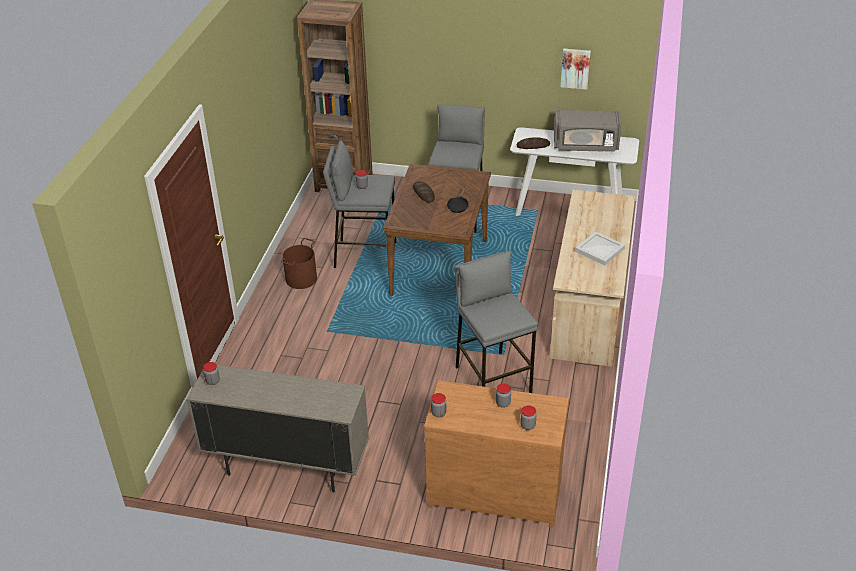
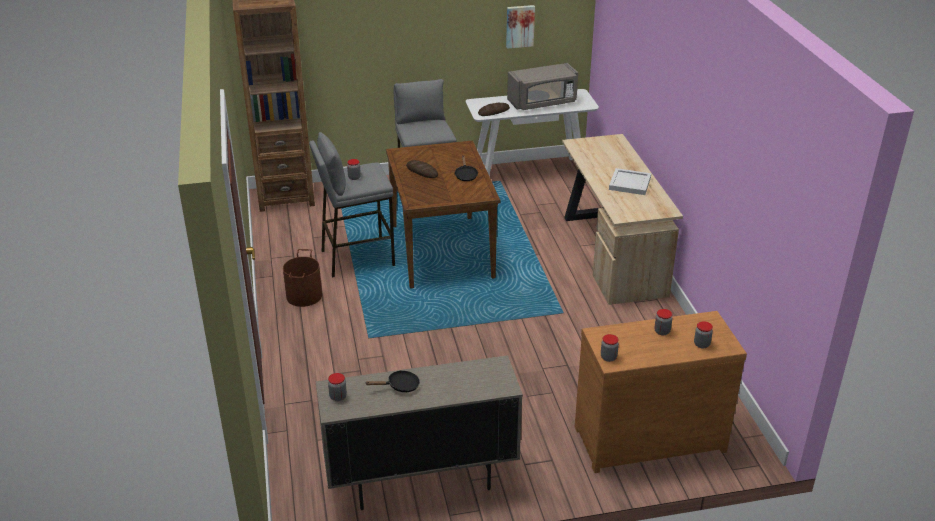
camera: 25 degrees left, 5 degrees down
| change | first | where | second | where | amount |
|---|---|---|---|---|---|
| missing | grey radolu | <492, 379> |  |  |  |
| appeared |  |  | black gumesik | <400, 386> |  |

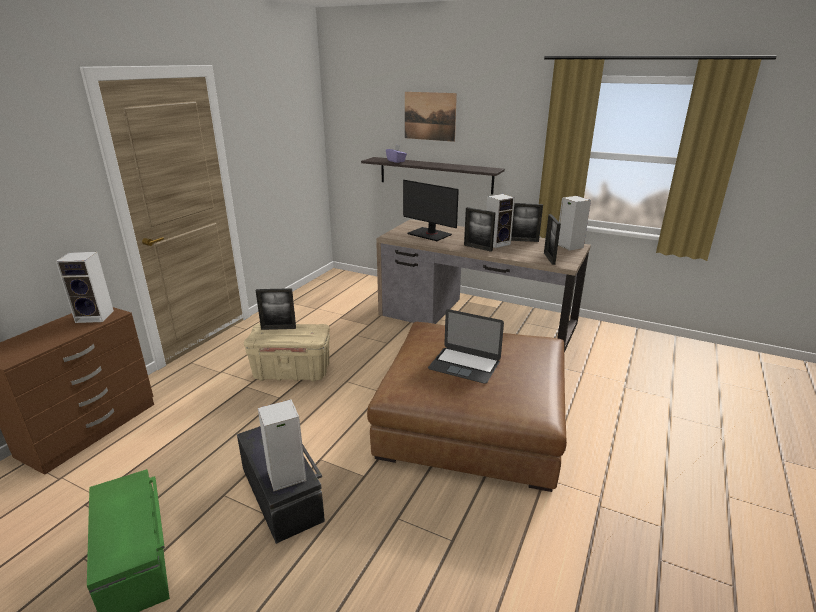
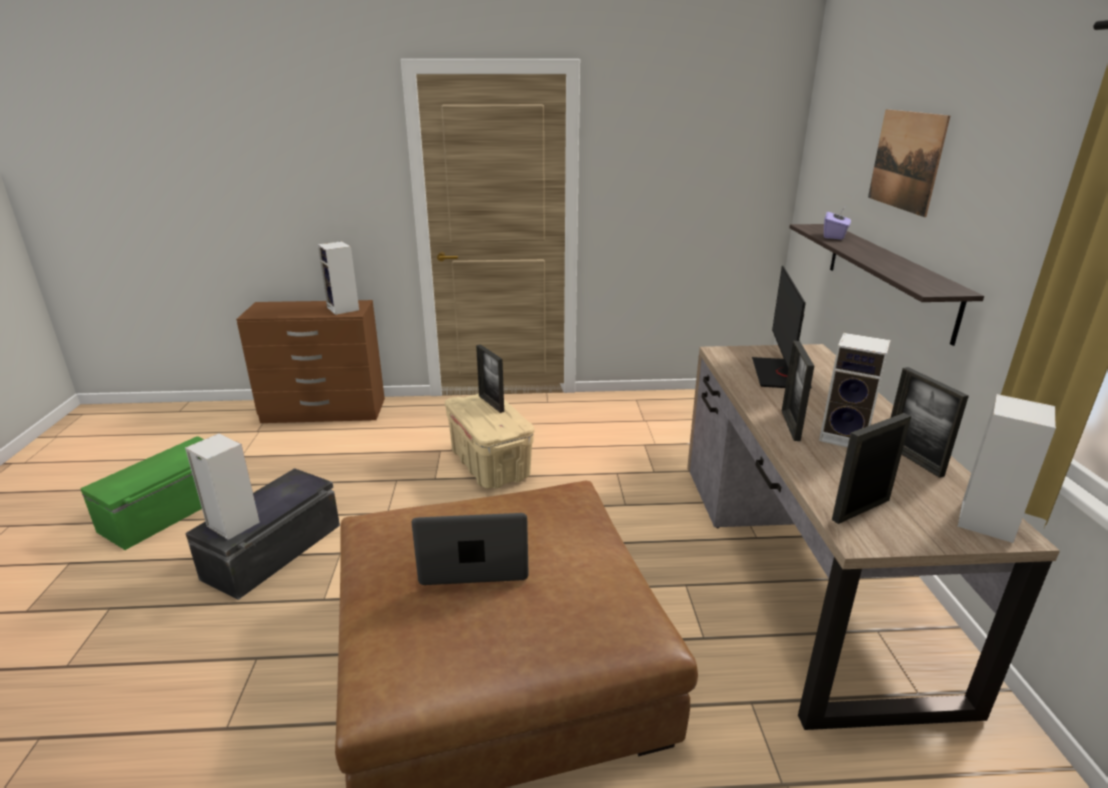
camera: 60 degrees right, 0 degrees up
| change | first | where | second | where | amount |
|---|---|---|---|---|---|
| spun | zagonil | <464, 365> |  | <475, 559> | 90 degrees clockwise |

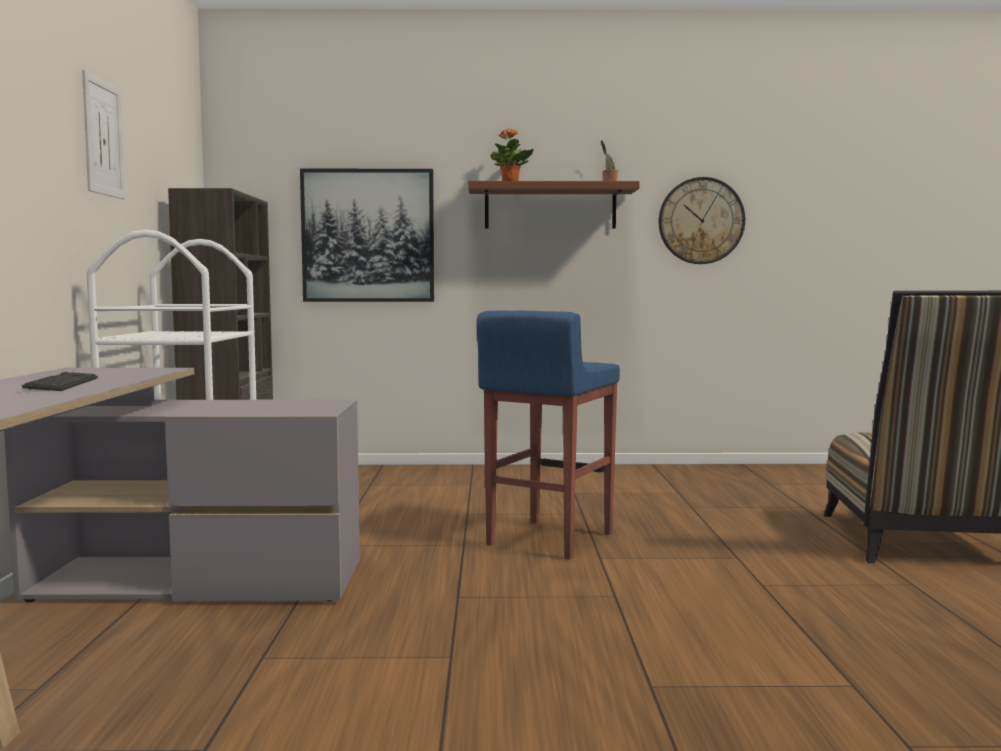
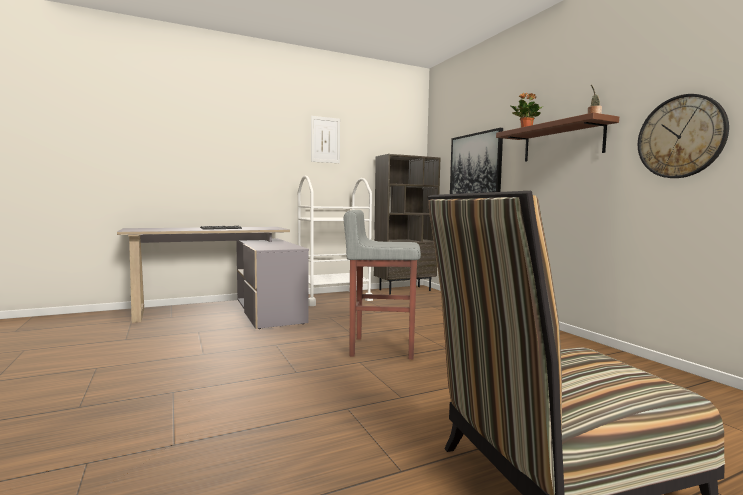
camera: 65 degrees right, 0 degrees up
| change | first | where | second | where | amount |
|---|---|---|---|---|---|
| colour | blue radolu | <548, 539> | grey radolu | <381, 347> |  |

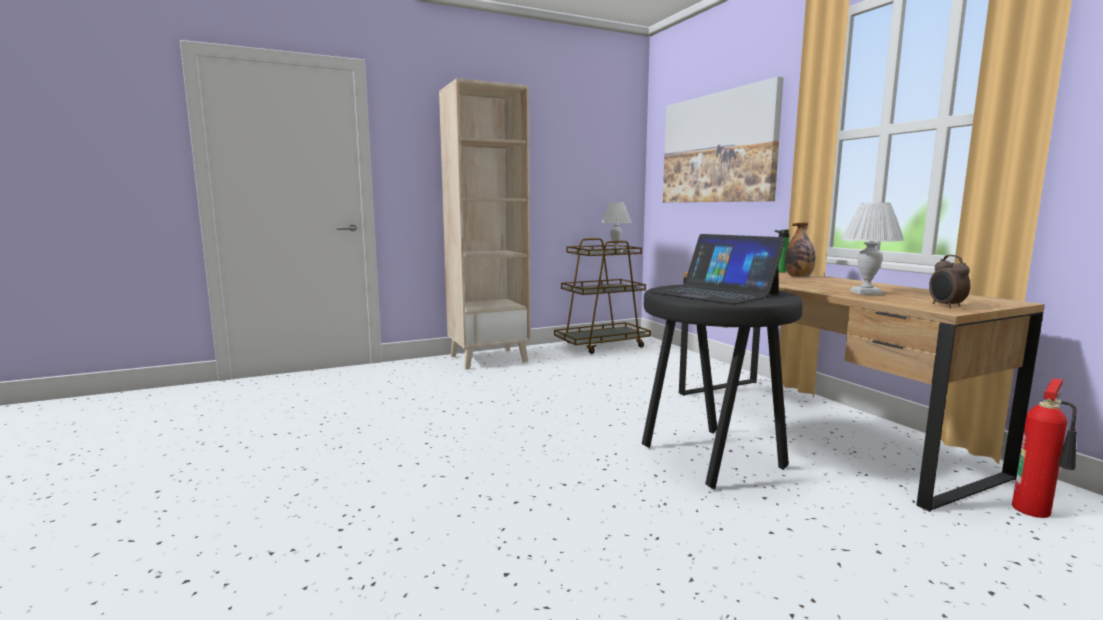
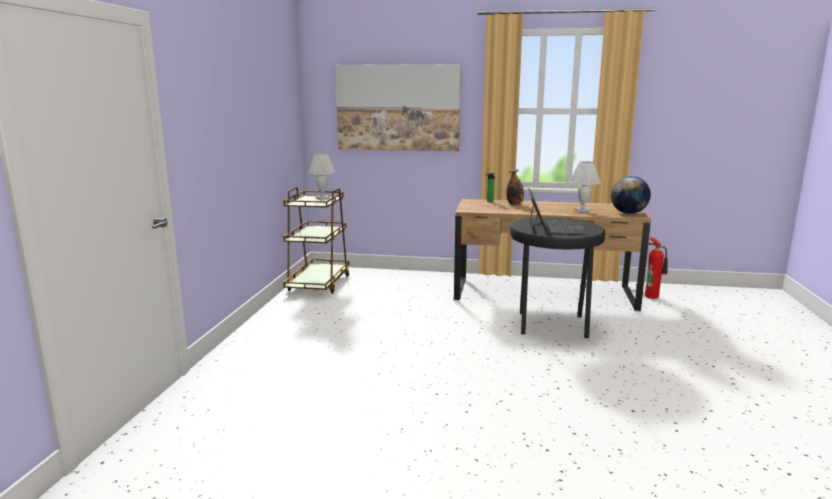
camera: 55 degrees left, 5 degrees up
| change | first | where | second | where | amount |
|---|---|---|---|---|---|
| missing | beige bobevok | <489, 358> |  |  |  |
| spun | zagonil | <714, 293> |  | <555, 227> | 75 degrees counterclockwise |
| exchanged | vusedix | <945, 306> | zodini | <628, 213> |  |

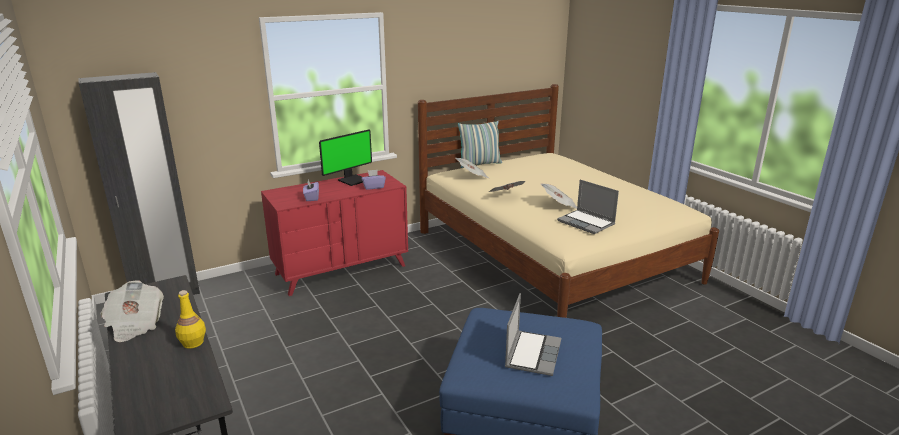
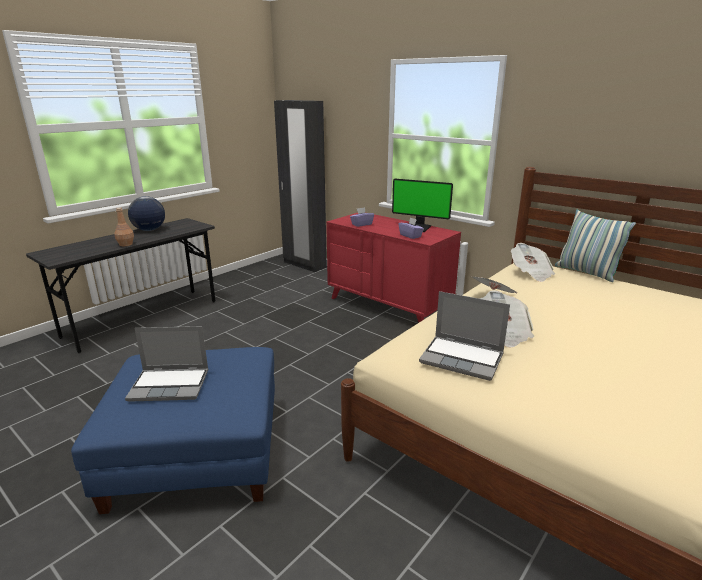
camera: 70 degrees right, 0 degrees up
| change | first | where | second | where | amount |
|---|---|---|---|---|---|
| exchanged | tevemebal | <135, 324> | zodini | <149, 230> |  |
| colour | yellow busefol | <193, 343> | brown busefol | <125, 244> |  |
| spun | zagonil | <587, 223> |  | <463, 359> | 90 degrees counterclockwise |

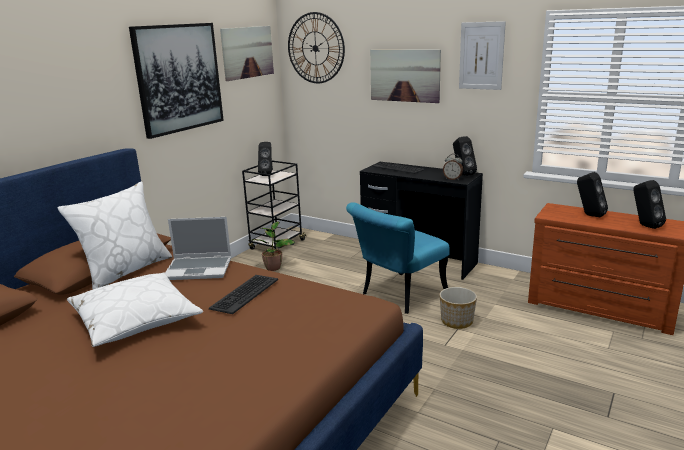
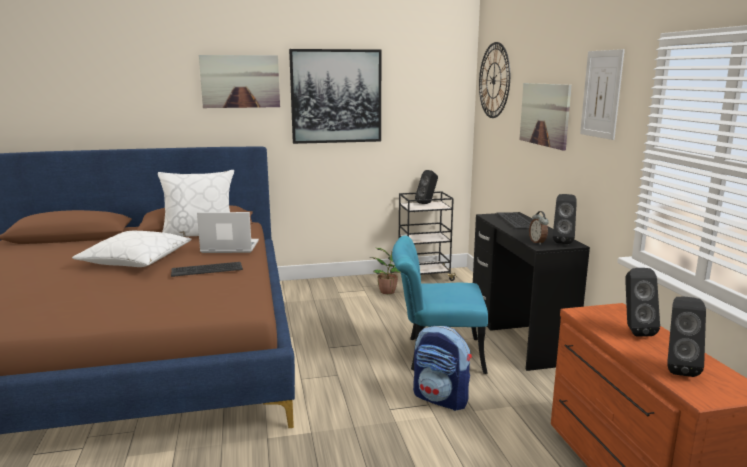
camera: 45 degrees right, 5 degrees down
| change | first | where | second | where | amount |
|---|---|---|---|---|---|
| spun | zagonil | <199, 269> |  | <229, 247> | 135 degrees clockwise |
| relocated | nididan | <247, 52> |  | <240, 81> |  |
| exchanged | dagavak | <457, 321> | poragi | <441, 398> |  |

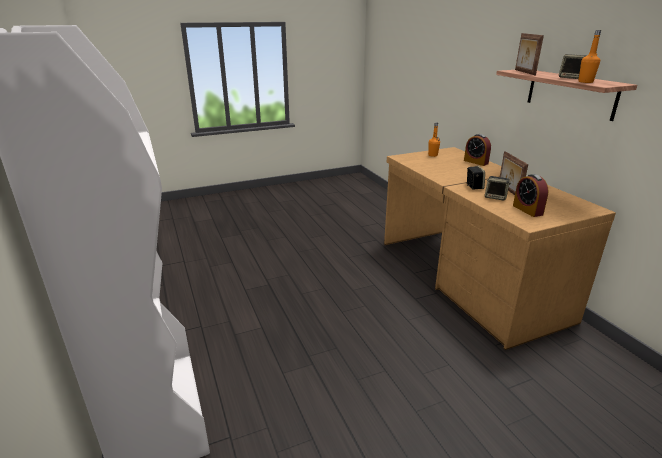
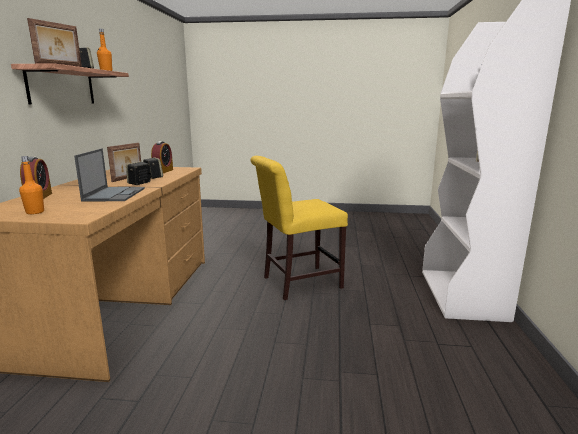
camera: 150 degrees left, 10 degrees down
| change | first | where | second | where | amount |
|---|---|---|---|---|---|
| appeared |  |  | zagonil | <114, 194> |  |
| appeared |  |  | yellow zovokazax | <297, 283> |  |

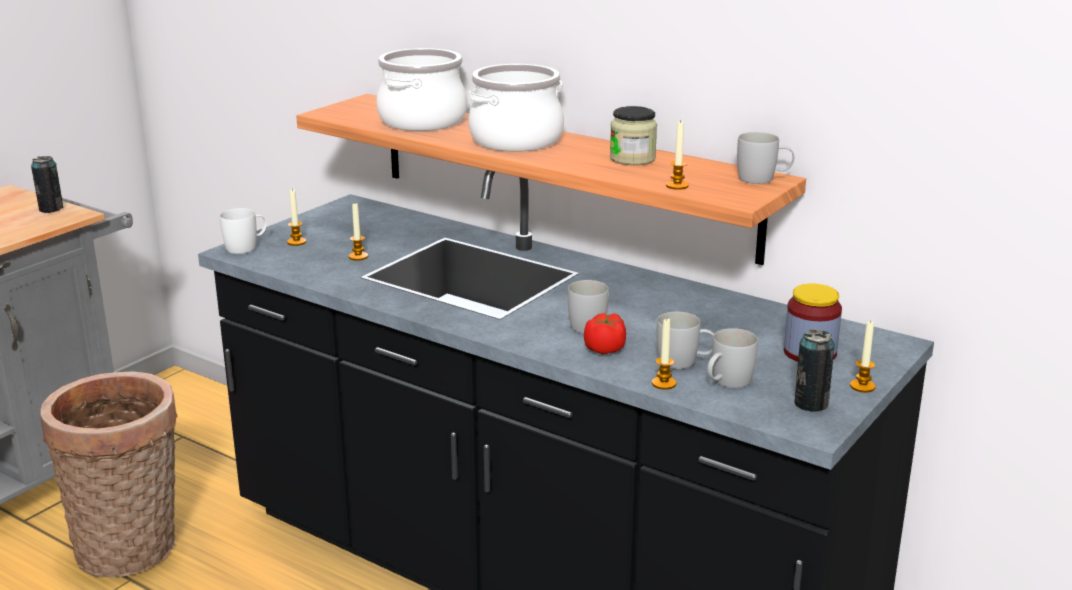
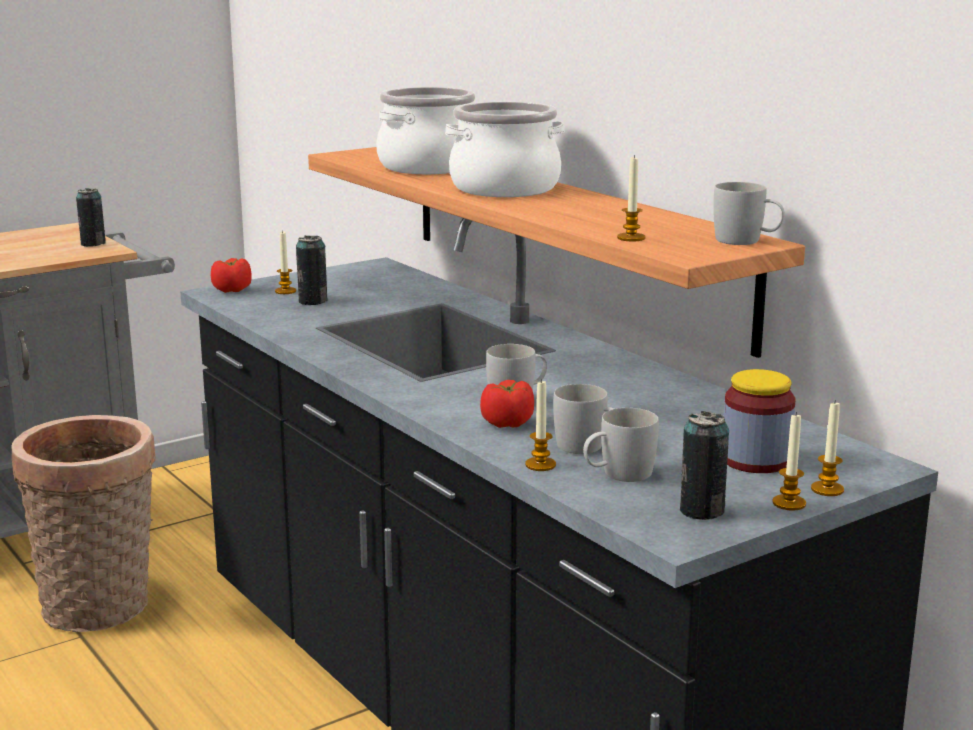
camera: 20 degrees right, 5 degrees down
| change | first | where | second | where | amount |
|---|---|---|---|---|---|
| exchanged | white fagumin | <247, 247> | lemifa | <232, 290> |  |
| relocated | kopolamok | <358, 256> |  | <827, 489> |  |
| missing | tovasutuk | <632, 159> |  |  |  |
| appeared |  |  | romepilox | <313, 301> |  |

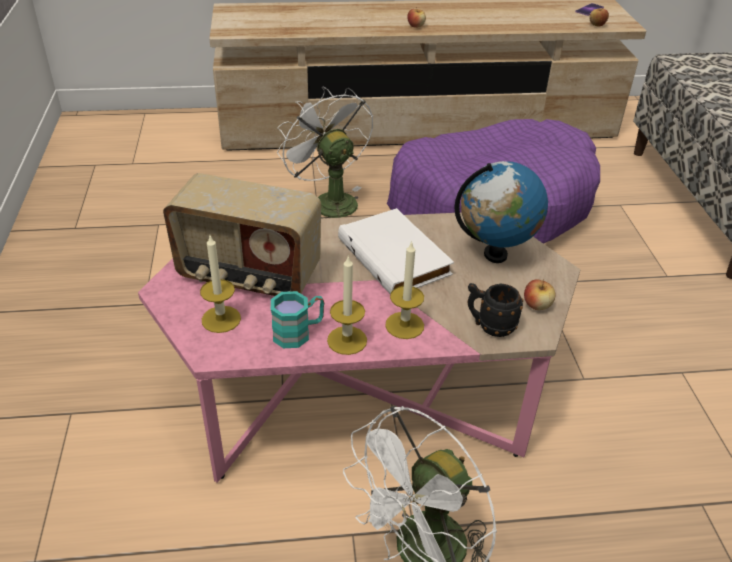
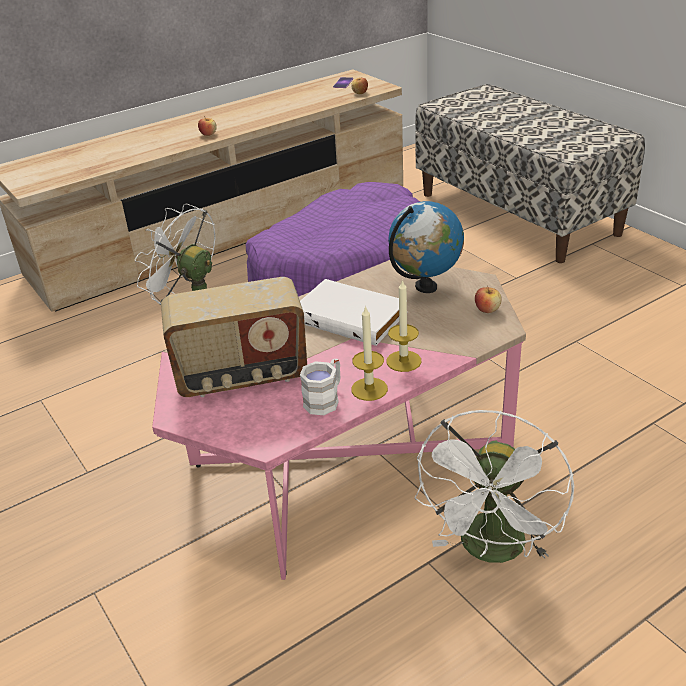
camera: 25 degrees left, 5 degrees down
| change | first | where | second | where | amount |
|---|---|---|---|---|---|
| missing | kopolamok | <221, 319> |  |  |  |
| colour | turquoise fagumin | <298, 332> | white fagumin | <325, 399> |  |
| missing | black fagumin | <490, 326> |  |  |  |

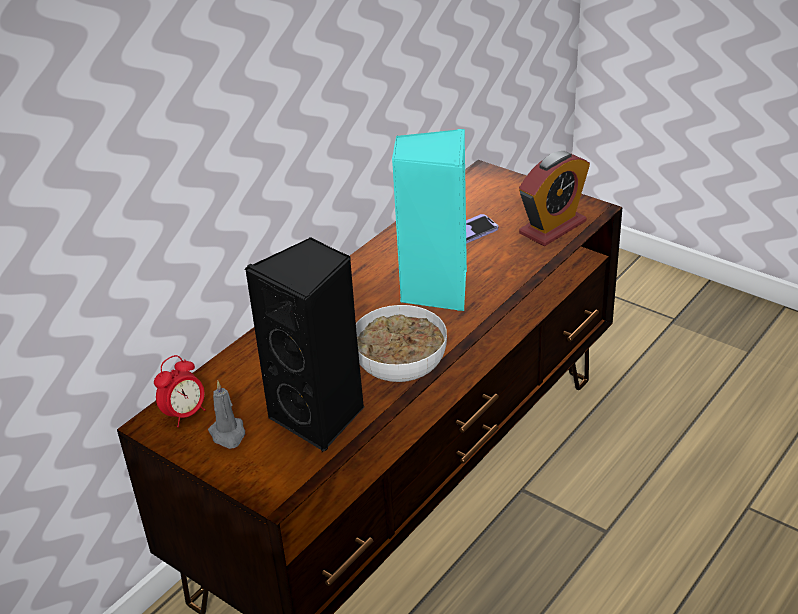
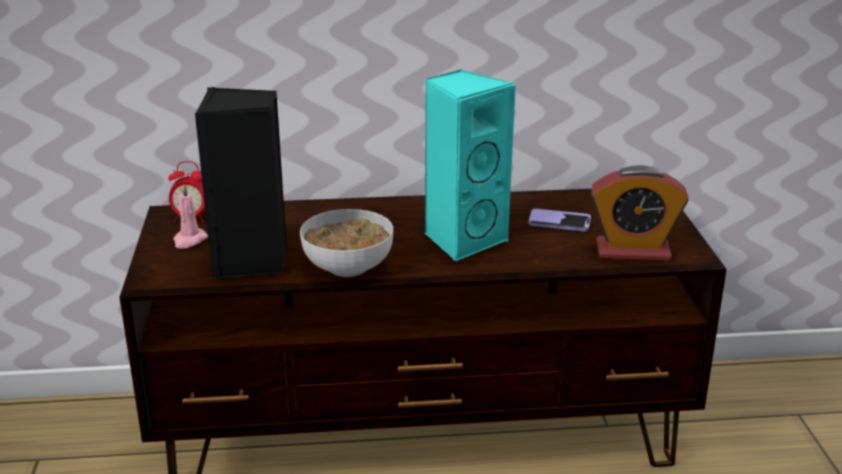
camera: 45 degrees right, 10 degrees down
| change | first | where | second | where | amount |
|---|---|---|---|---|---|
| colour | grey kopolamok | <228, 434> | pink kopolamok | <189, 240> |  |

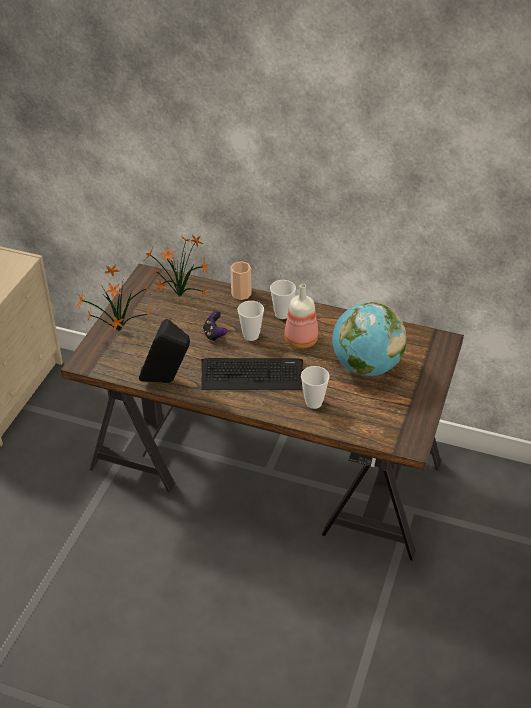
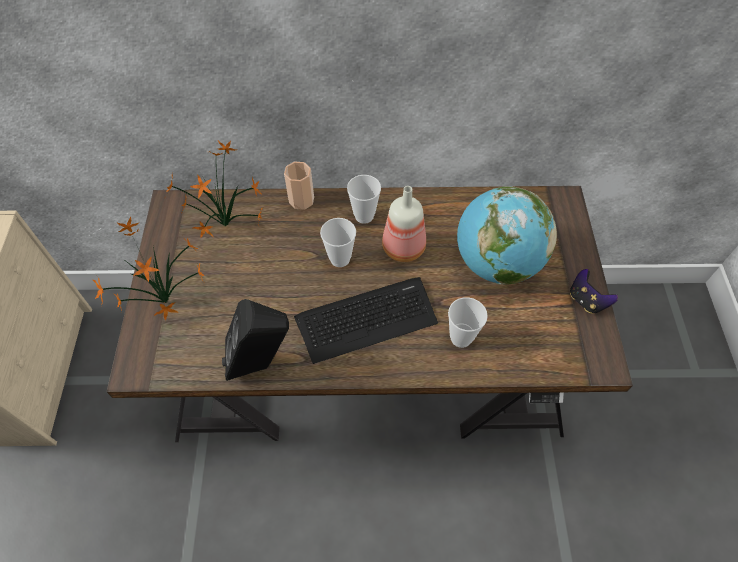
camera: 20 degrees left, 15 degrees up
| change | first | where | second | where | amount |
|---|---|---|---|---|---|
| relocated | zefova | <214, 335> |  | <586, 300> |  |

